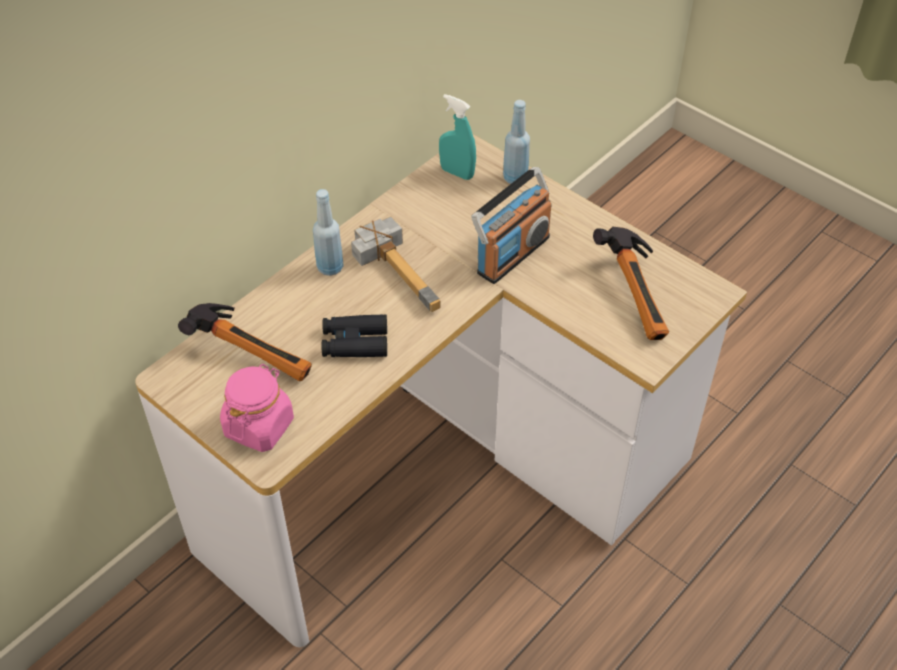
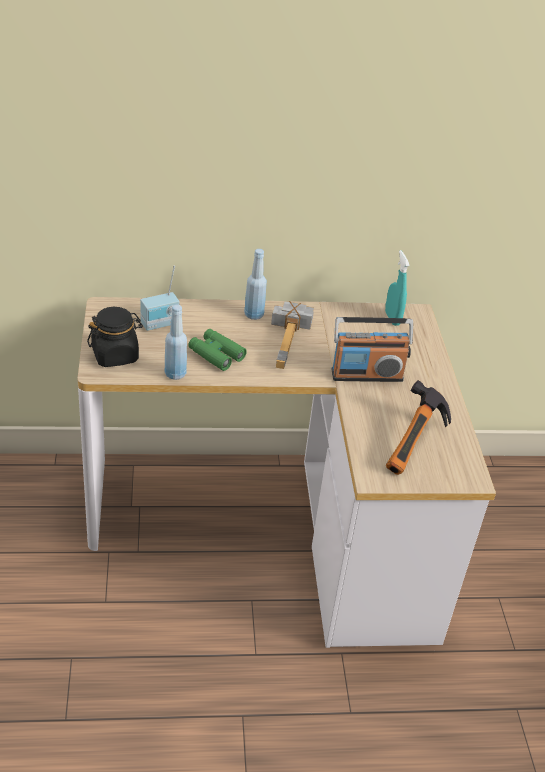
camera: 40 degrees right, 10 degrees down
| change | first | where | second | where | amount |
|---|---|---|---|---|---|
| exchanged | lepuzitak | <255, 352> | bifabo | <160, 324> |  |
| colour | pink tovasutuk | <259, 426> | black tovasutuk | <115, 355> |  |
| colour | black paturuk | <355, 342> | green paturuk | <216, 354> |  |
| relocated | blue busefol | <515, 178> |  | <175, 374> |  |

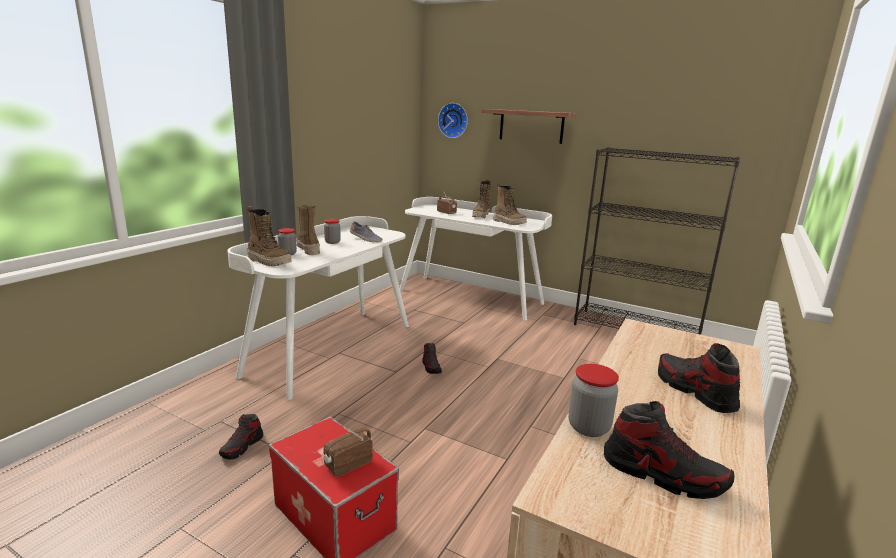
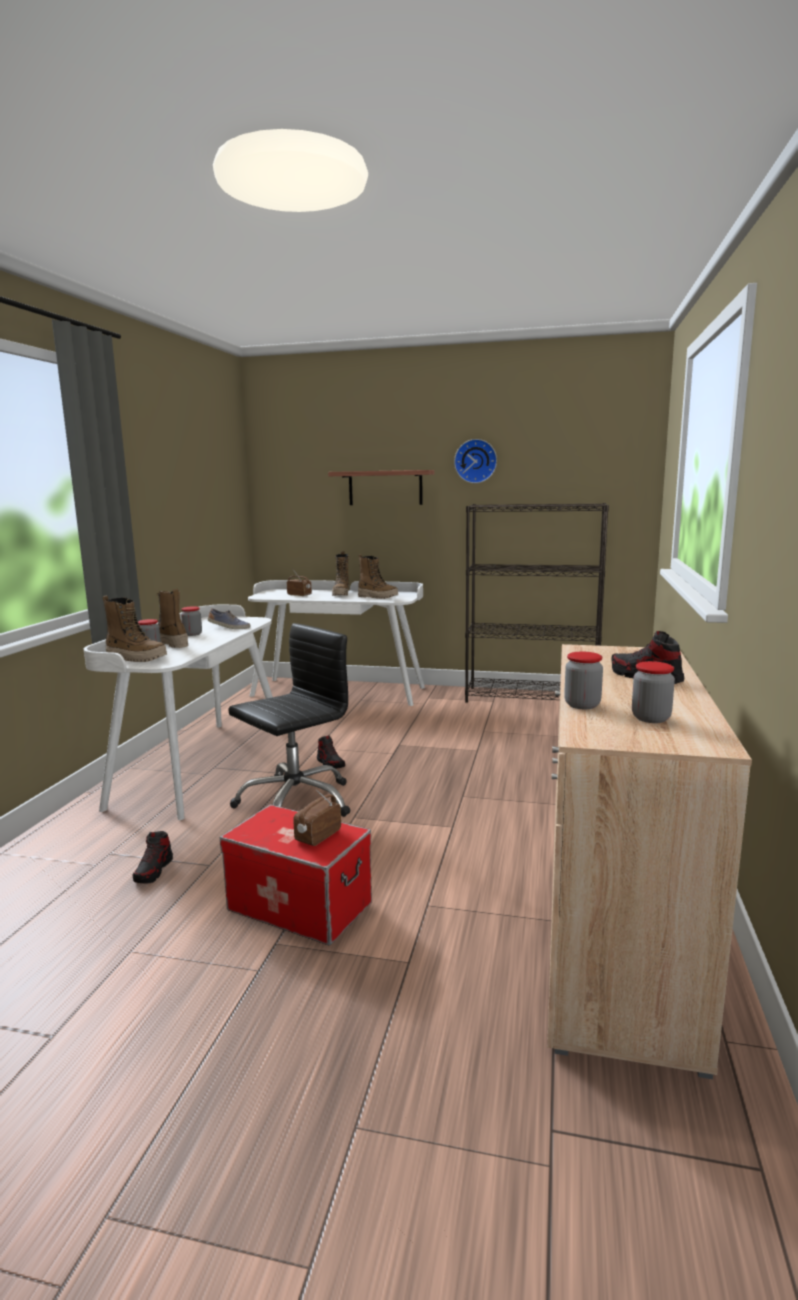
camera: 15 degrees left, 5 degrees down
| change | first | where | second | where | amount |
|---|---|---|---|---|---|
| relocated | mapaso | <453, 120> |  | <475, 461> |  |
| exchanged | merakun | <662, 474> | tovasutuk | <651, 718> |  |
| appeared |  |  | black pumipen | <295, 802> |  |

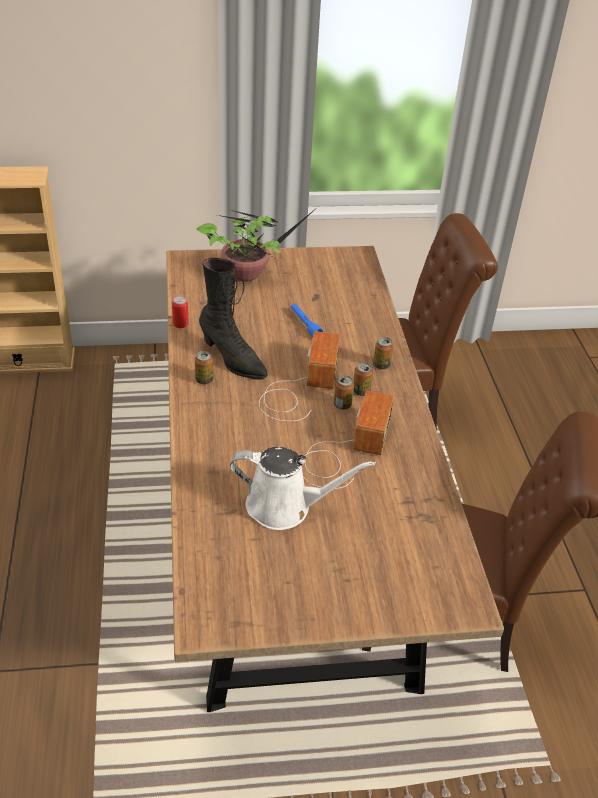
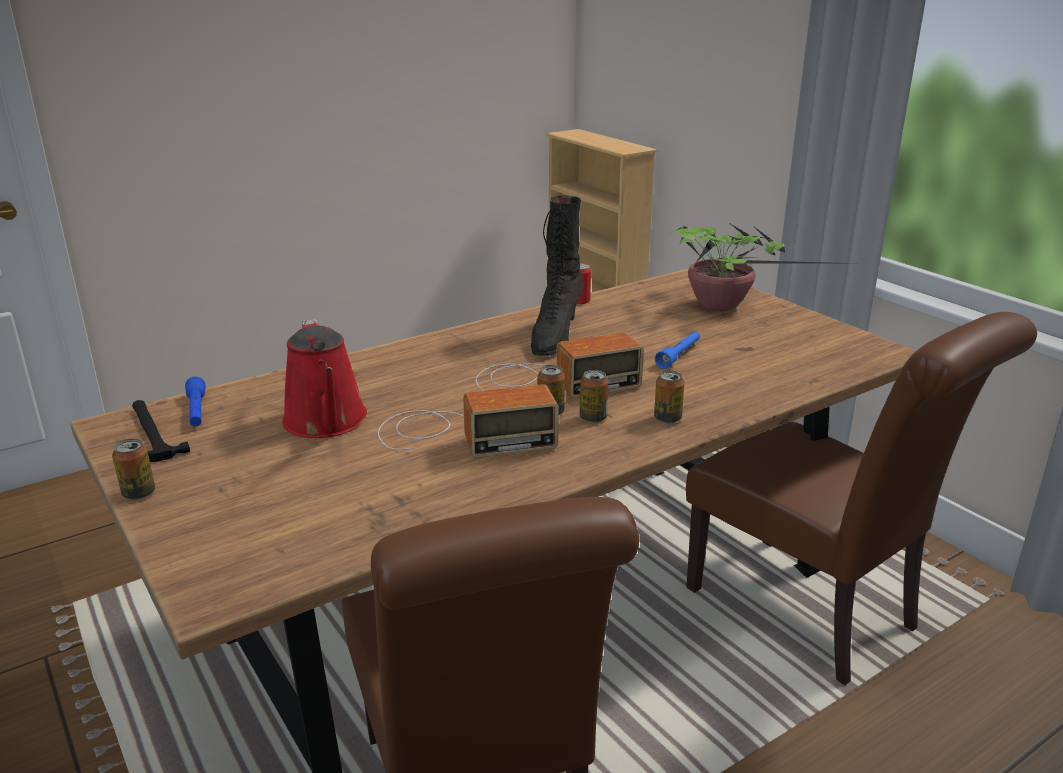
camera: 65 degrees right, 15 degrees down
| change | first | where | second | where | amount |
|---|---|---|---|---|---|
| relocated | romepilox | <204, 380> |  | <139, 493> |  |
| colour | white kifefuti | <285, 507> | red kifefuti | <326, 422> |  |
| appeared |  |  | lepuzitak | <150, 433> |  |
| appeared |  |  | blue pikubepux | <197, 411> |  |

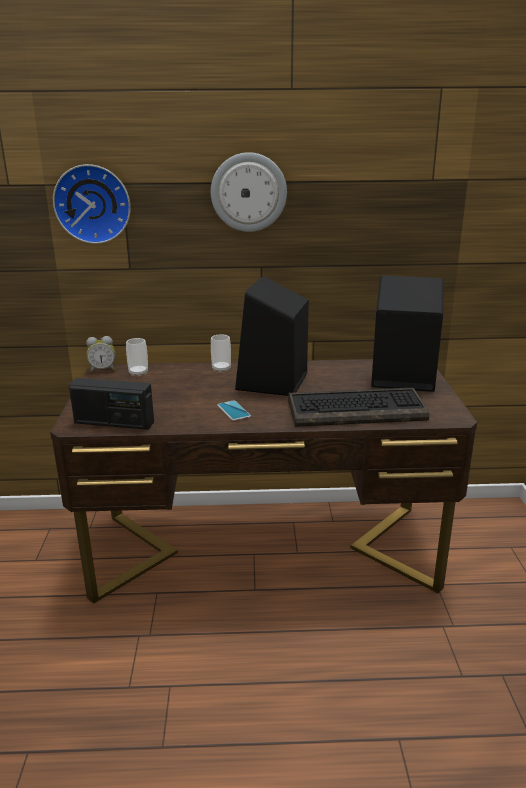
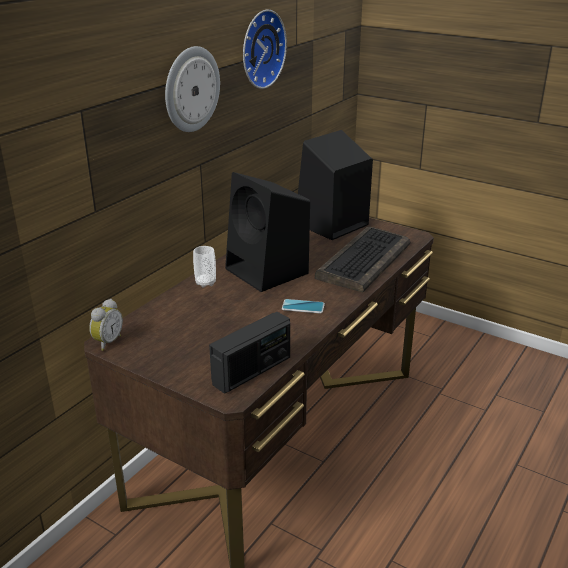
camera: 55 degrees left, 5 degrees up
| change | first | where | second | where | amount |
|---|---|---|---|---|---|
| relocated | mapaso | <93, 204> |  | <260, 49> |  |
| missing | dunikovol | <138, 373> |  |  |  |

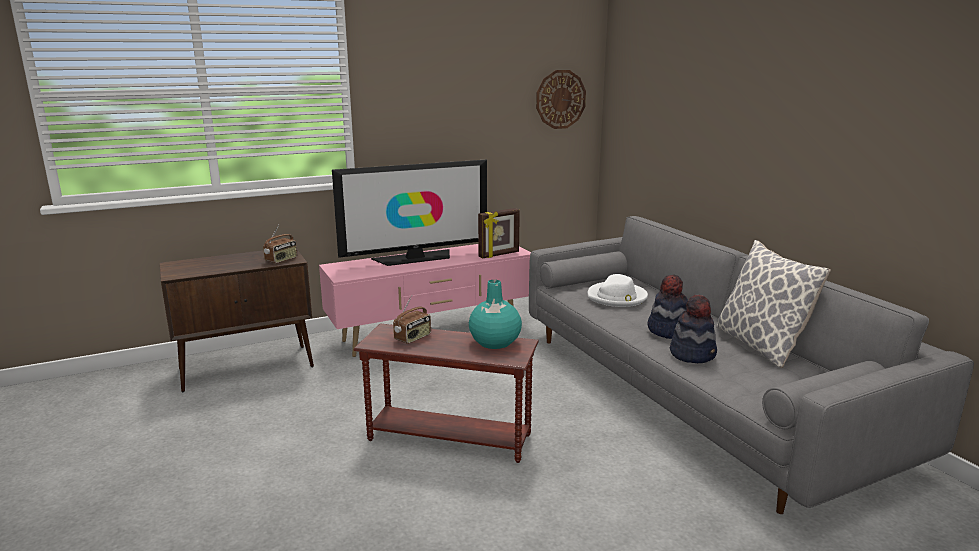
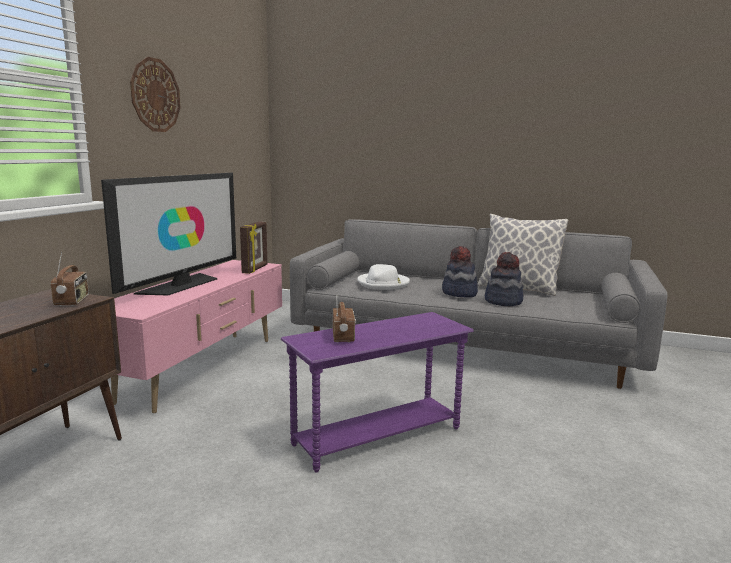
camera: 45 degrees left, 5 degrees down
| change | first | where | second | where | amount |
|---|---|---|---|---|---|
| colour | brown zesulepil | <449, 437> | purple zesulepil | <377, 436> |  |
| missing | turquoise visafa | <494, 342> |  |  |  |
| relocated | mapaso | <560, 99> |  | <155, 95> |  |

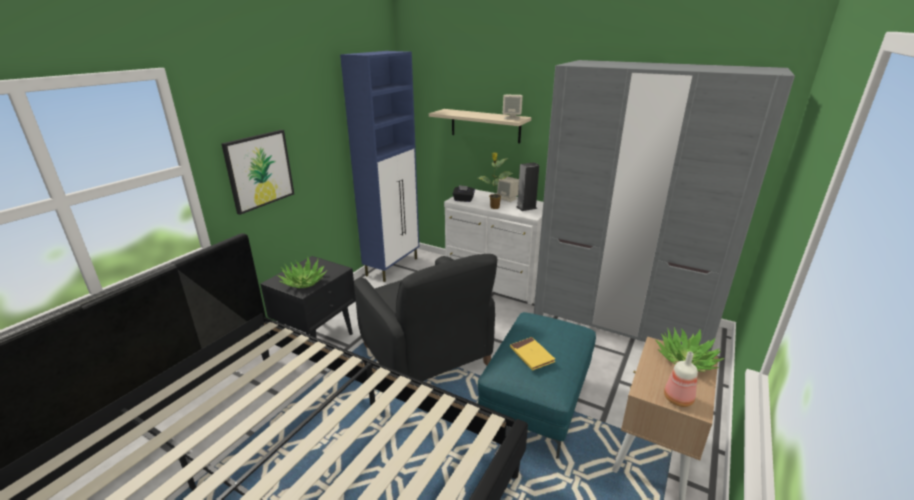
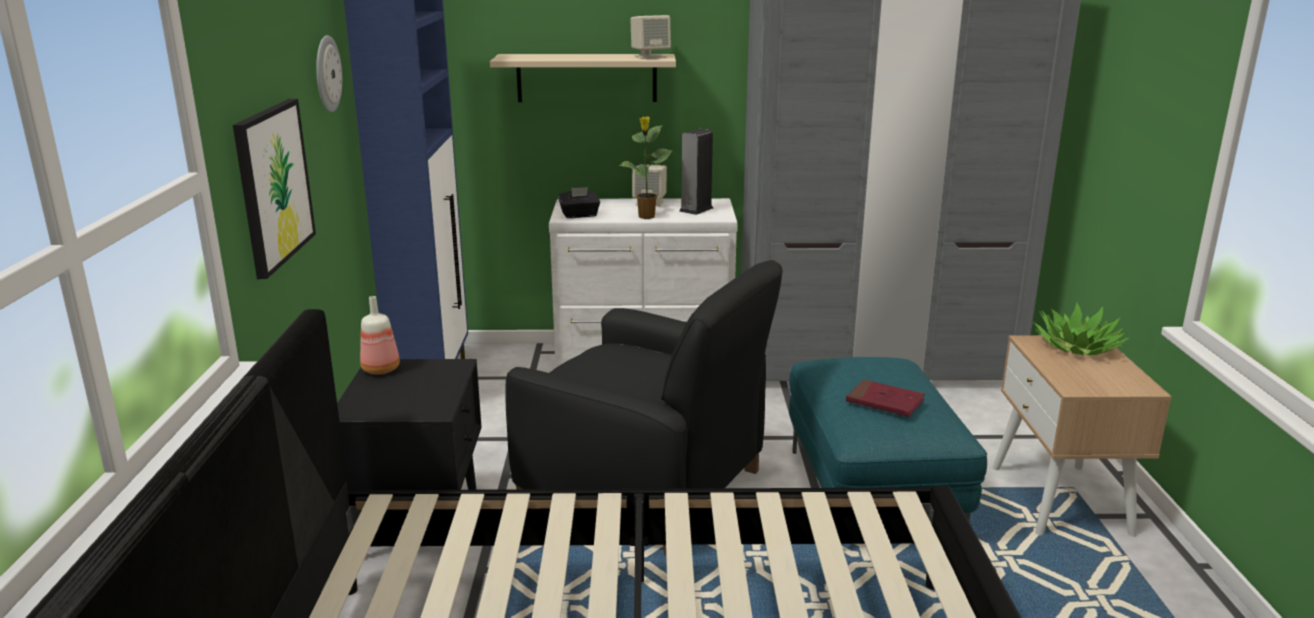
camera: 30 degrees left, 5 degrees down
| change | first | where | second | where | amount |
|---|---|---|---|---|---|
| missing | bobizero | <304, 282> |  |  |  |
| colour | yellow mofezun | <531, 355> | red mofezun | <885, 402> |  |
| relocated | busefol | <678, 399> |  | <382, 369> |  |
| appeared |  |  | mapaso | <326, 74> |  |

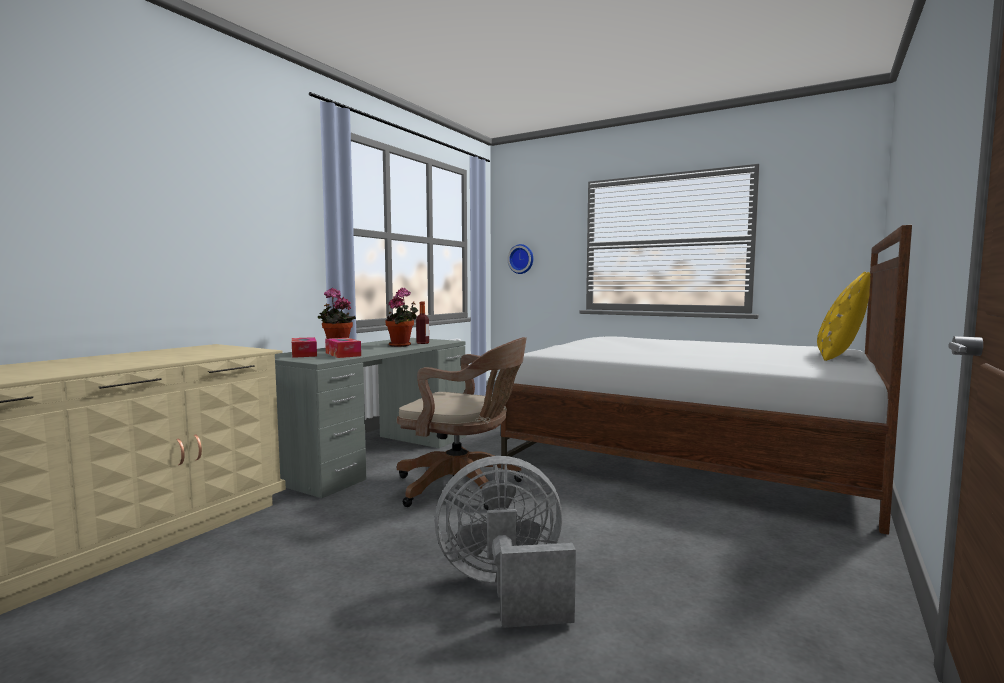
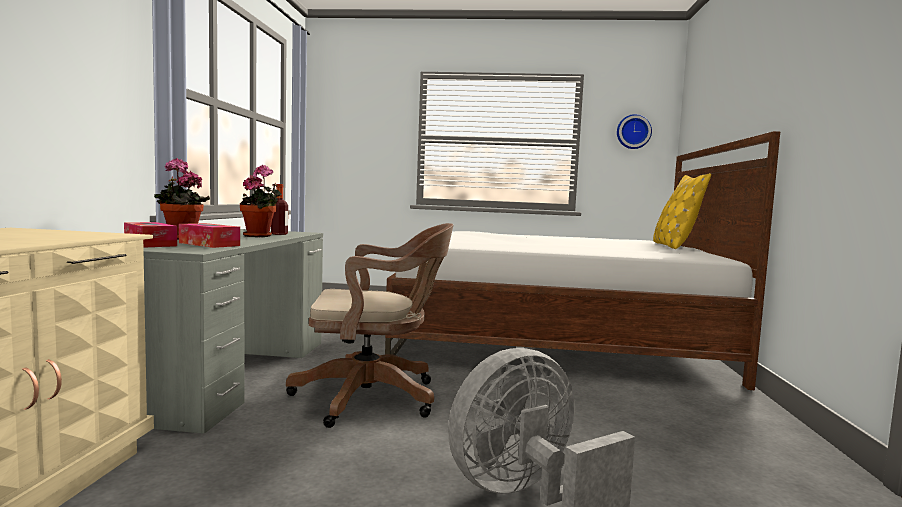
camera: 25 degrees left, 0 degrees up
| change | first | where | second | where | amount |
|---|---|---|---|---|---|
| relocated | mapaso | <521, 259> |  | <633, 132> |  |

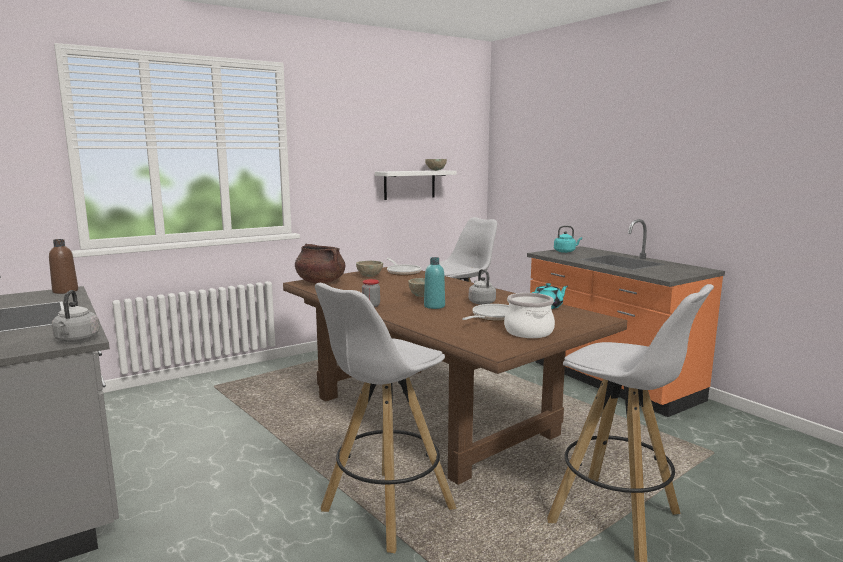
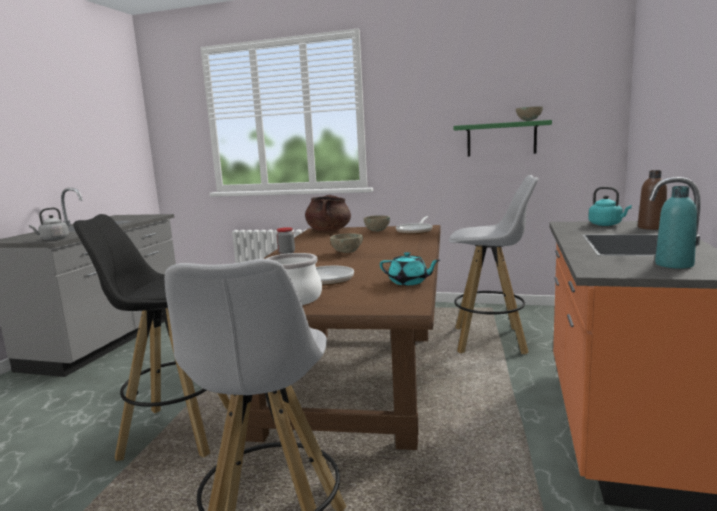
camera: 50 degrees right, 0 degrees up
| change | first | where | second | where | amount |
|---|---|---|---|---|---|
| relocated | brown busefol | <65, 291> |  | <651, 227> |  |
| colour | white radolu | <386, 510> | black radolu | <175, 432> |  |
| colour | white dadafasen | <409, 184> | green dadafasen | <501, 139> |  |
| relocated | turquoise busefol | <434, 306> |  | <674, 264> |  |
| missing | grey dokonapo | <481, 302> |  |  |  |

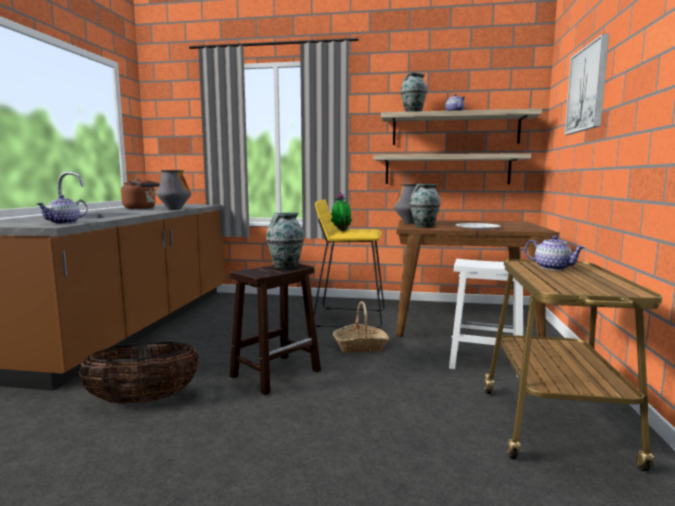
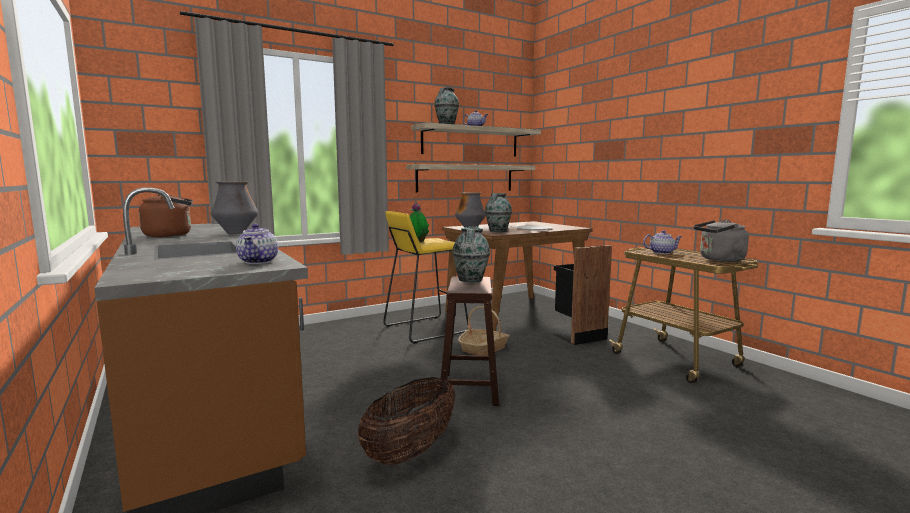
camera: 40 degrees left, 0 degrees up
| change | first | where | second | where | amount |
|---|---|---|---|---|---|
| exchanged | white radolu | <483, 362> | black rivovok | <577, 336> |  |
| missing | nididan | <587, 89> |  |  |  |
| appeared |  |  | grey dokonapo | <719, 260> |  |

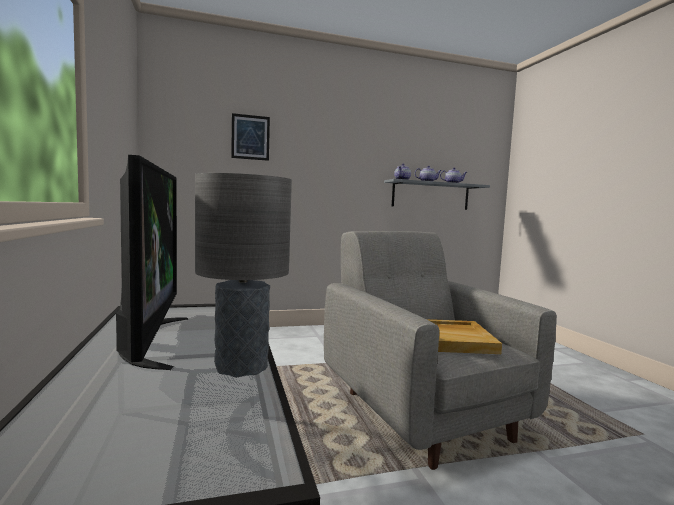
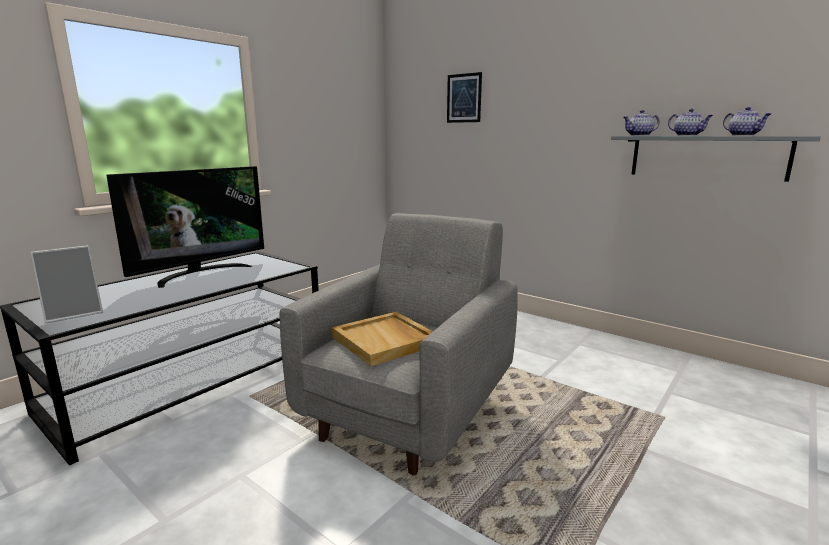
camera: 55 degrees right, 10 degrees up
| change | first | where | second | where | amount |
|---|---|---|---|---|---|
| missing | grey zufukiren | <242, 367> |  |  |  |
| appeared |  |  | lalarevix | <74, 313> |  |

